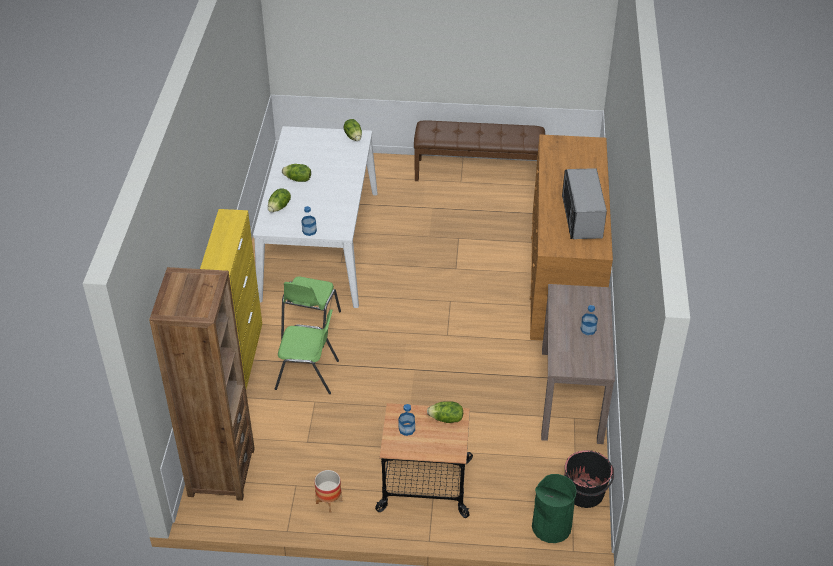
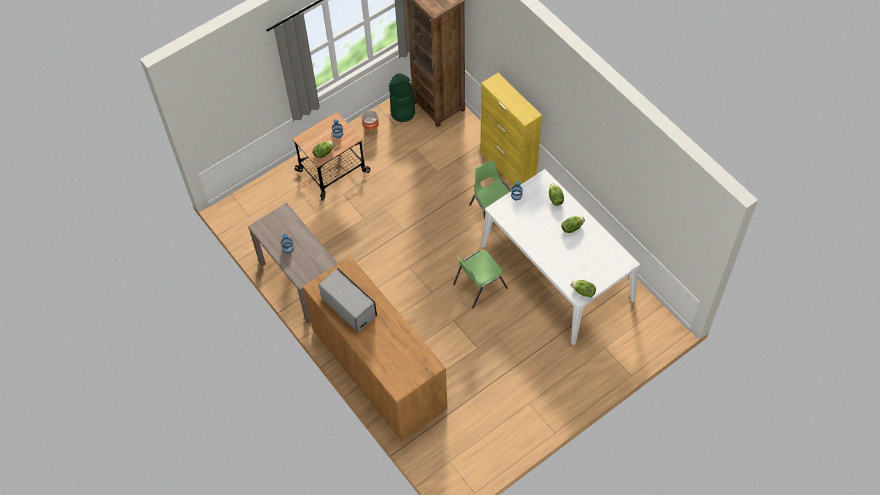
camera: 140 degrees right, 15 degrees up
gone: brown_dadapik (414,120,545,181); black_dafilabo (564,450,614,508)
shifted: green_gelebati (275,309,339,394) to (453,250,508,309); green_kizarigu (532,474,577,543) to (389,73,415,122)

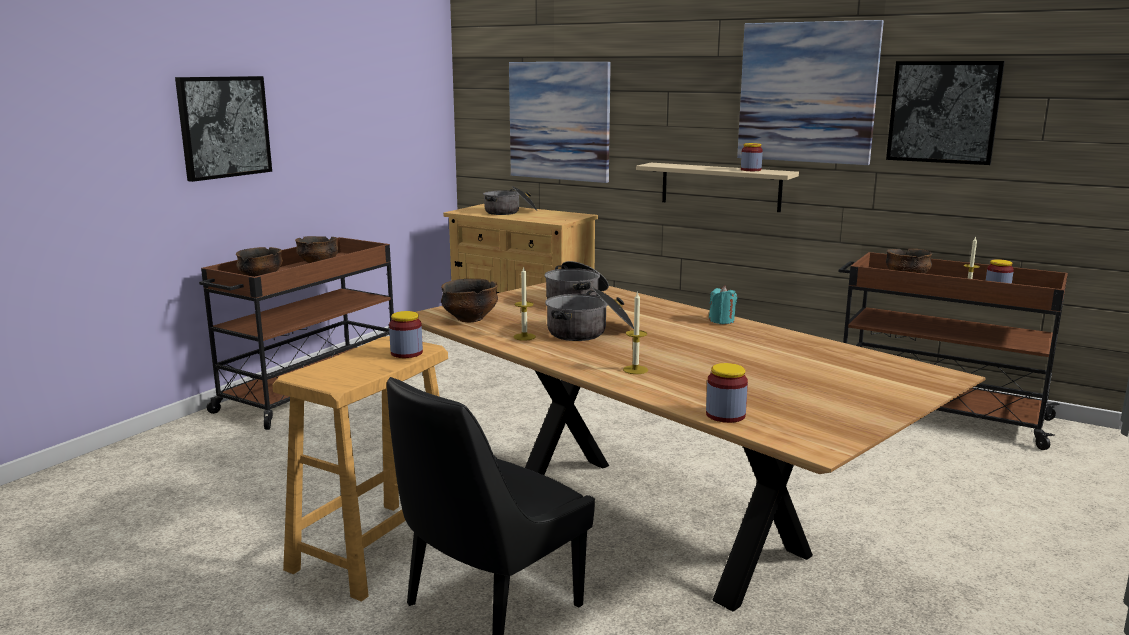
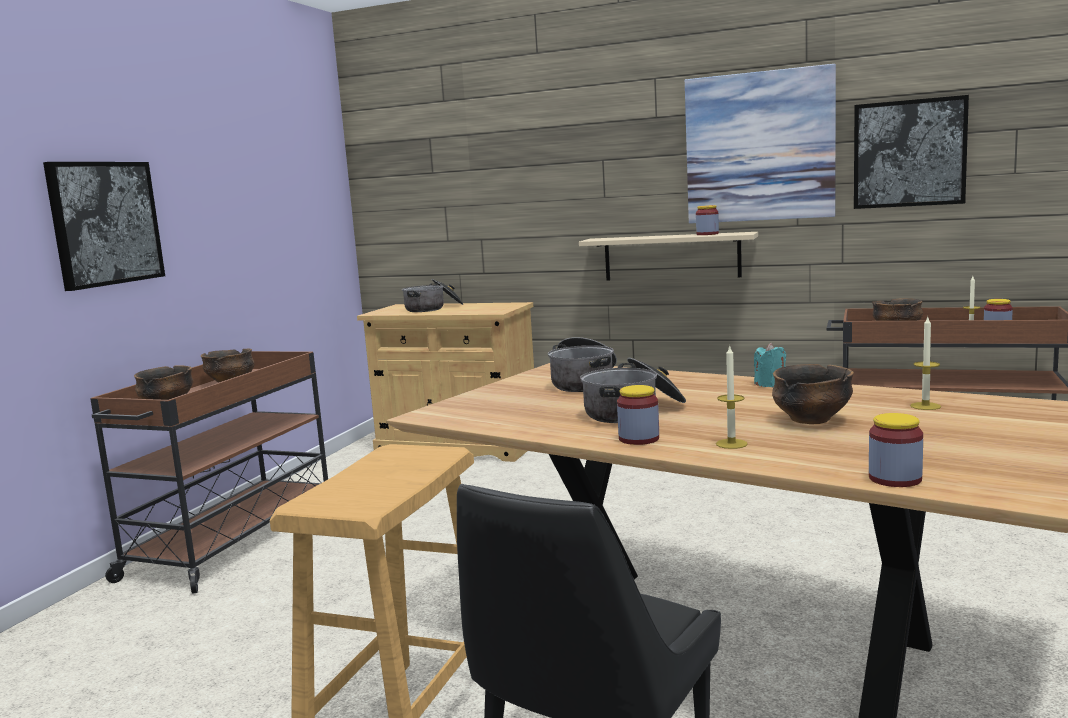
camera: 10 degrees left, 5 degrees down
gone: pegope (509,62,611,183)
shifted: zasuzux (513,266,536,341) to (910,317,941,410); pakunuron (441,279,498,322) to (772,364,854,424); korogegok (389,311,423,358) to (617,385,659,445)

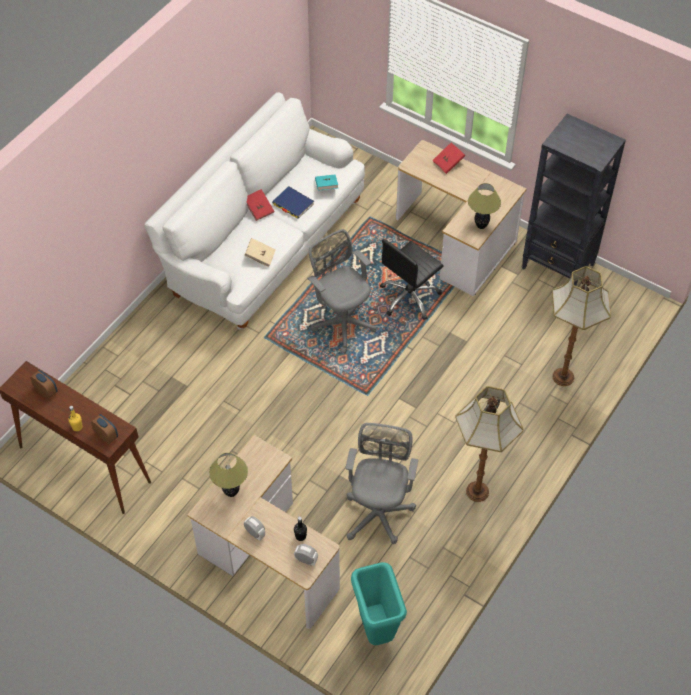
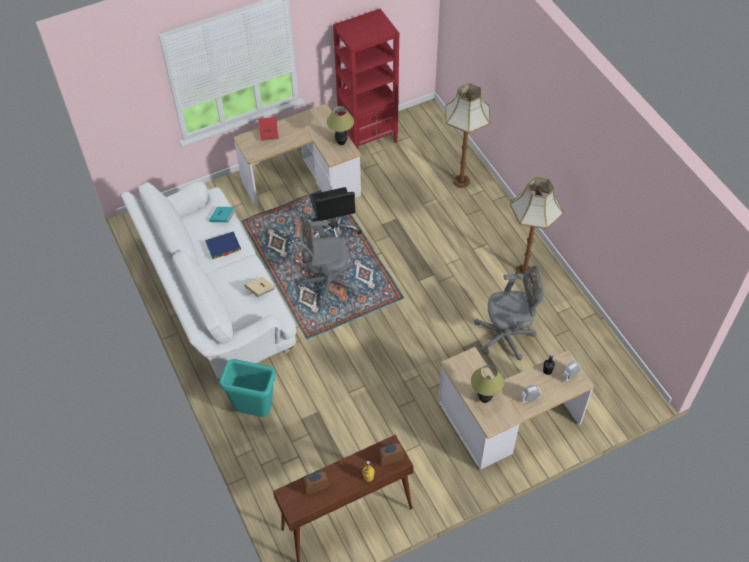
camera: 60 degrees left, 0 degrees up
gone: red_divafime (247,189,275,221)
shifted: turquoise_kizarigu (351,562,407,645) to (219,359,276,417)
repainted: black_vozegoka (522,114,626,286) to red_vozegoka (333,9,400,149)
rotated: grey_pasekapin (345,423,418,544) = (474,265,544,360) 135 degrees clockwise

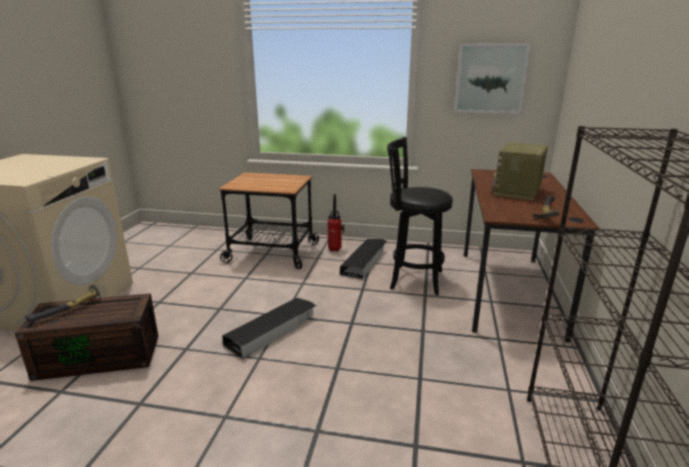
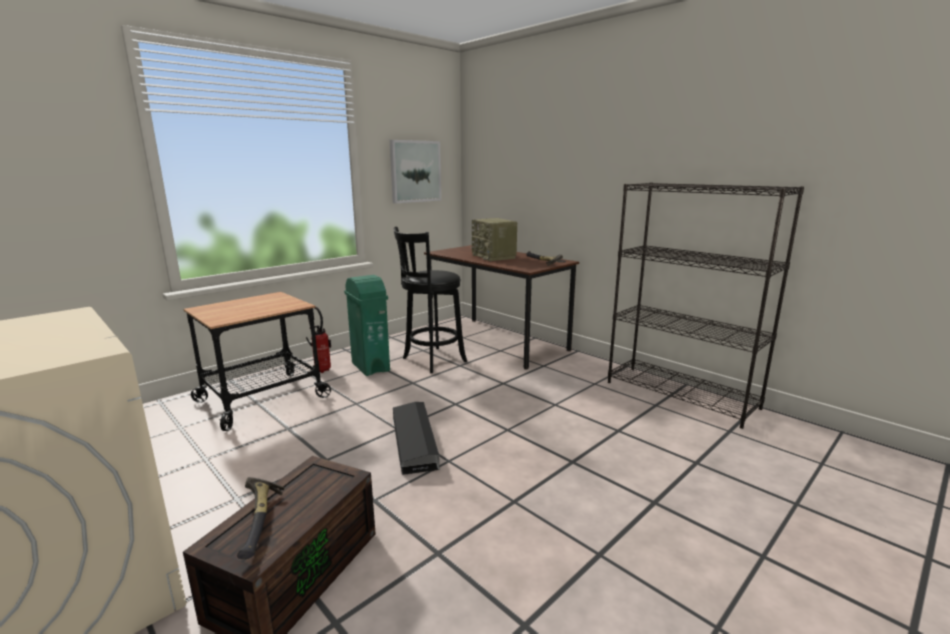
camera: 55 degrees left, 5 degrees down
swapped: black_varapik (340,239,387,279) to green_kizarigu (344,275,390,376)

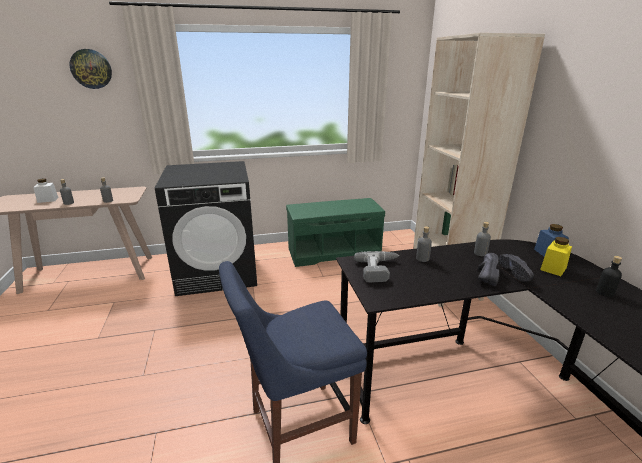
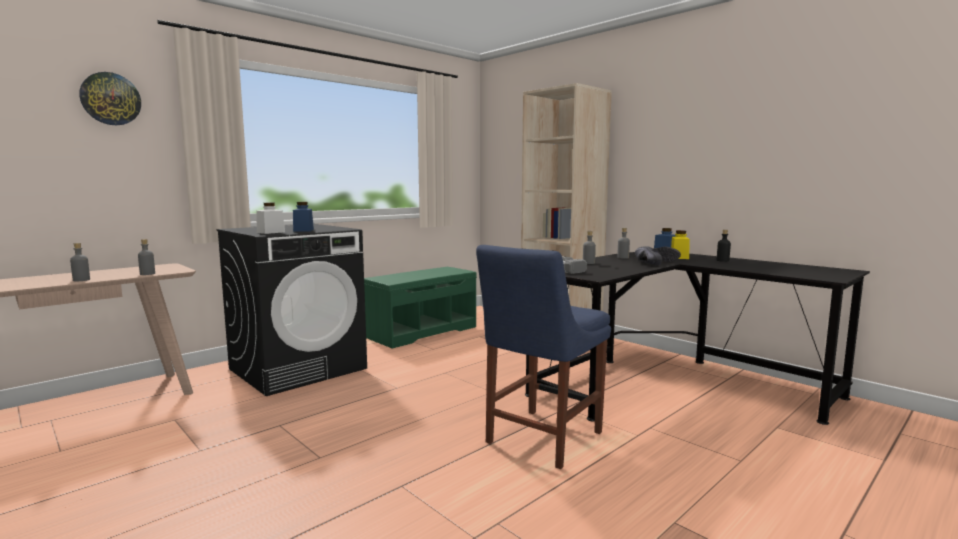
camera: 30 degrees left, 15 degrees down
new: blue_korogegok (293,202,314,232)
shifted: white_korogegok (33,178,58,203) to (256,203,285,234)

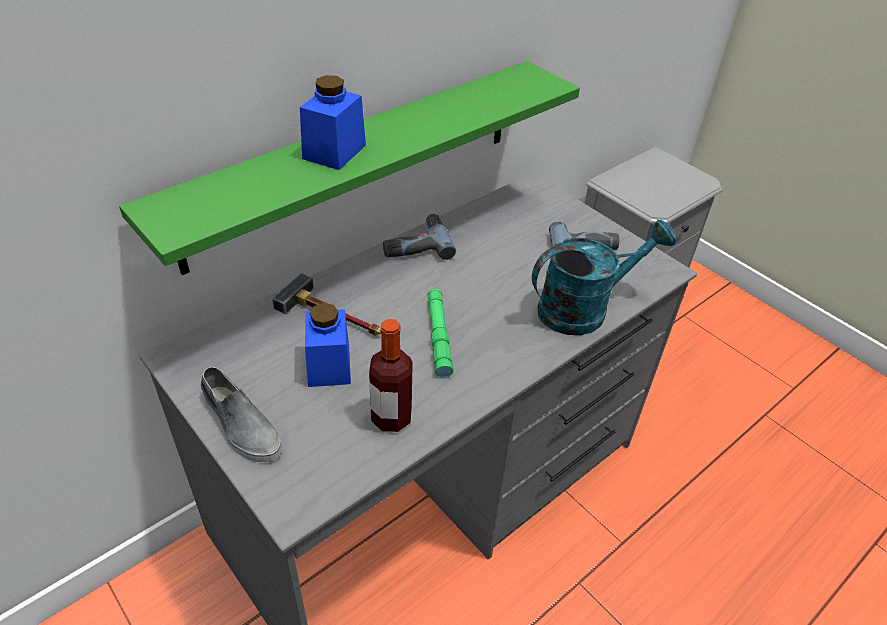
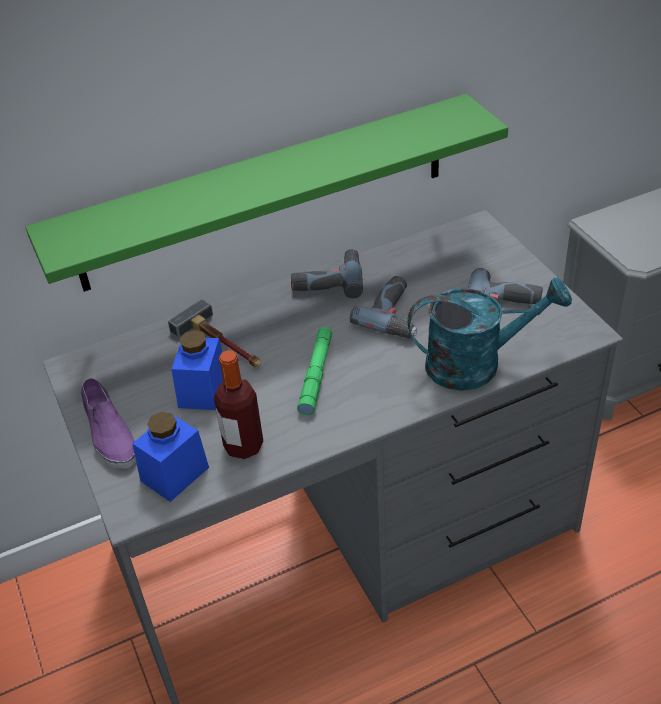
camera: 20 degrees right, 0 degrees up
new: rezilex (350,276,418,338)
shifted: blue_korogegok (300,75,366,170) to (132,412,209,502)
repainted: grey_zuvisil (201,367,282,462) to purple_zuvisil (81,378,136,469)

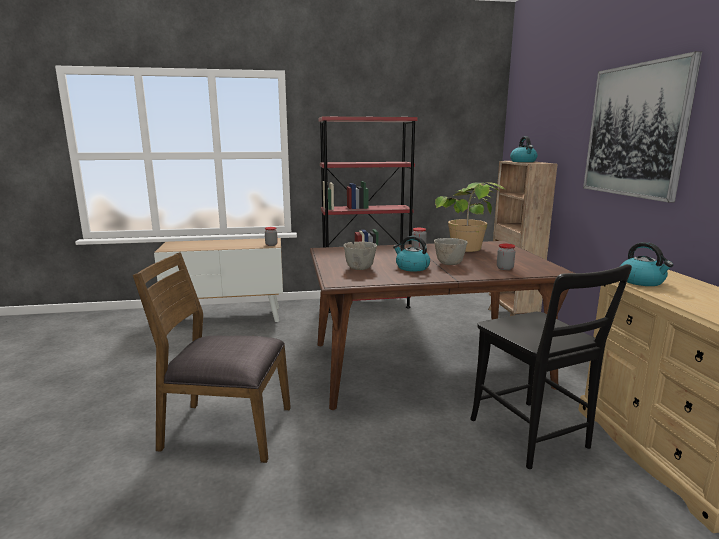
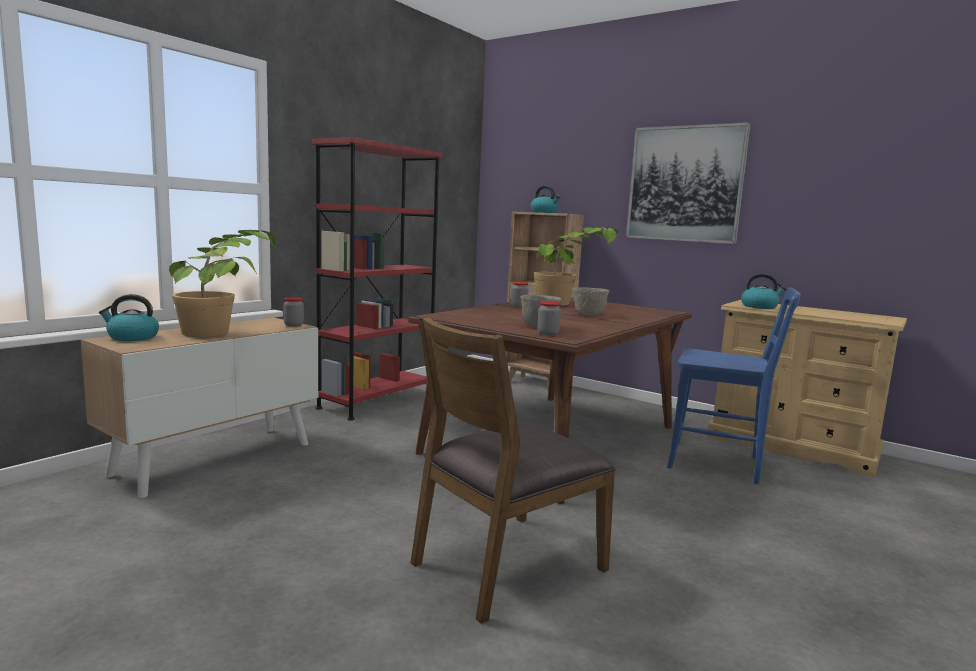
camera: 45 degrees left, 5 degrees down
new: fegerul (169,230,276,337)
shifted: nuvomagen (393,236,430,272) to (99,294,159,341); korogegok (497,244,515,270) to (538,301,561,336)
repainted: black_gelebati (470,264,632,469) to blue_gelebati (667,287,801,484)

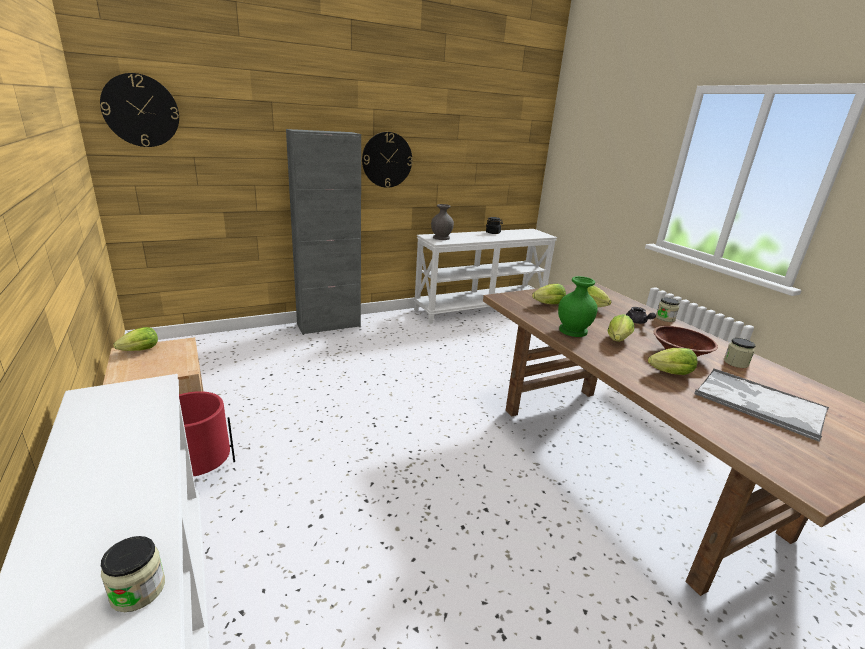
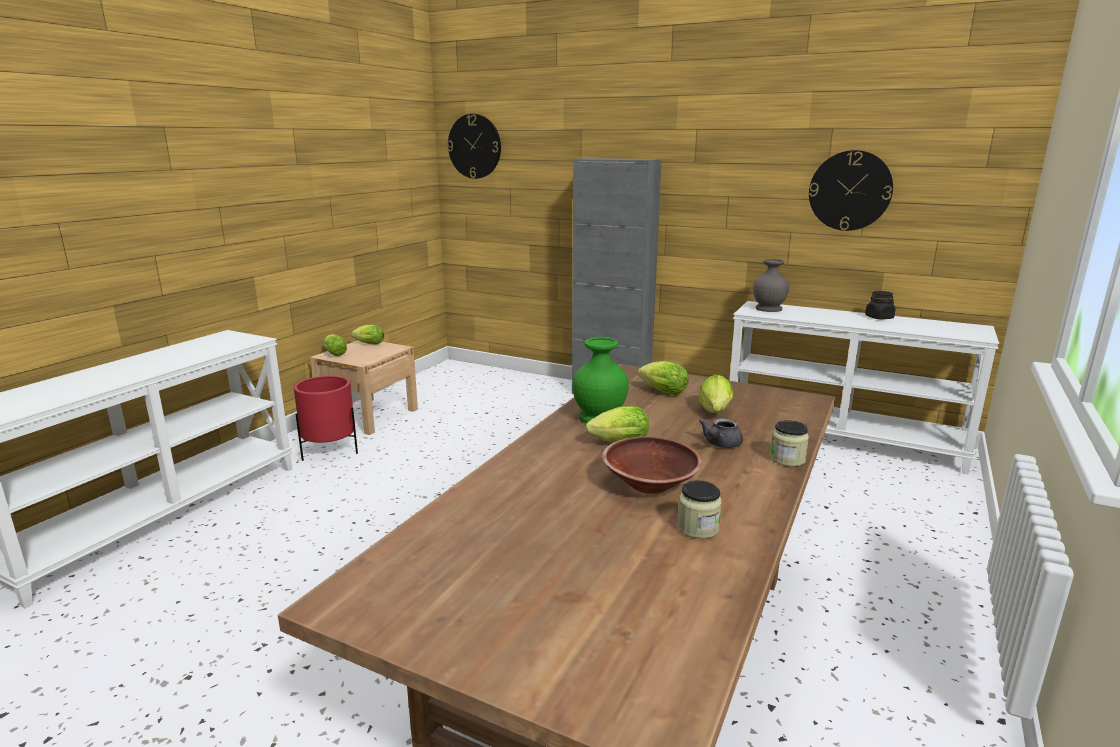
camera: 55 degrees right, 5 degrees down
gone: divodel (694,368,829,442); korogegok (101,536,165,612)
shifted: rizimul (362,132,412,188) to (809,150,893,231); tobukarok (648,348,698,375) to (324,334,347,356)

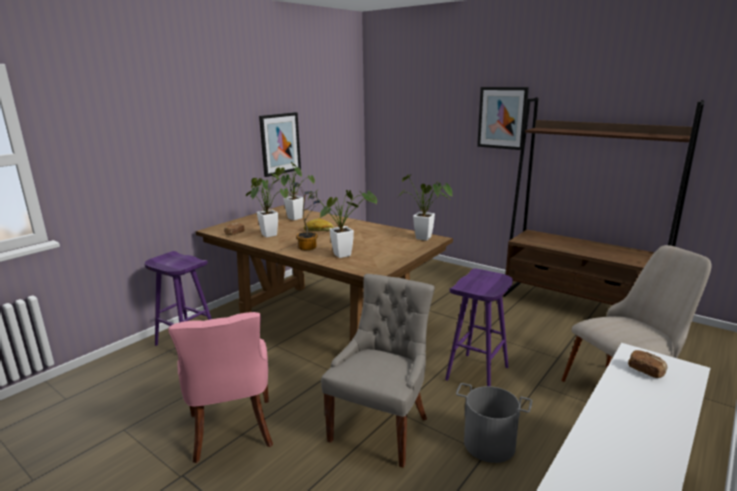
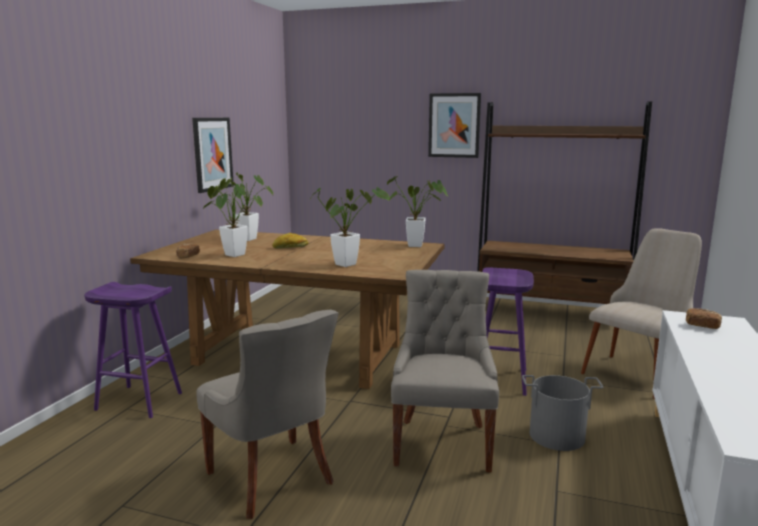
camera: 20 degrees left, 5 degrees down
gone: fegerul (291,182,323,250)
repainted: pink_gelebati (168,312,273,463) to grey_gelebati (196,310,338,519)

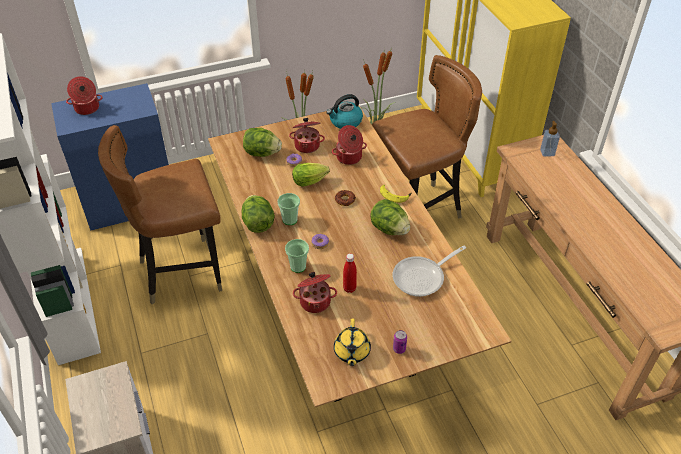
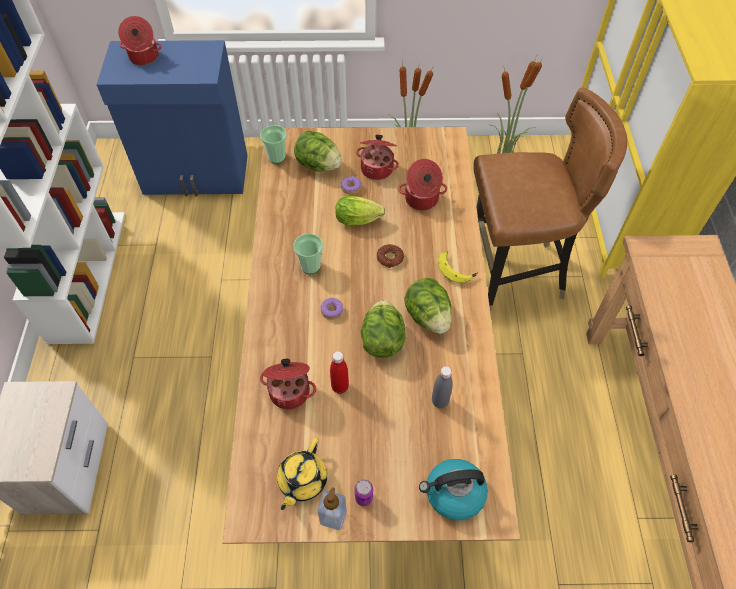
camera: 20 degrees right, 10 degrees up
gone: brown_gelebati (98,125,222,304)
shifted: nuvomagen (326,94,363,129) to (419,459,488,520); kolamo (540,121,560,157) to (317,487,347,530); tobukarok (242,195,275,233) to (361,300,406,358); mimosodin (285,239,309,273) to (260,125,287,164)
swapped: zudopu (392,245,466,297) to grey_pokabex (432,366,453,408)

